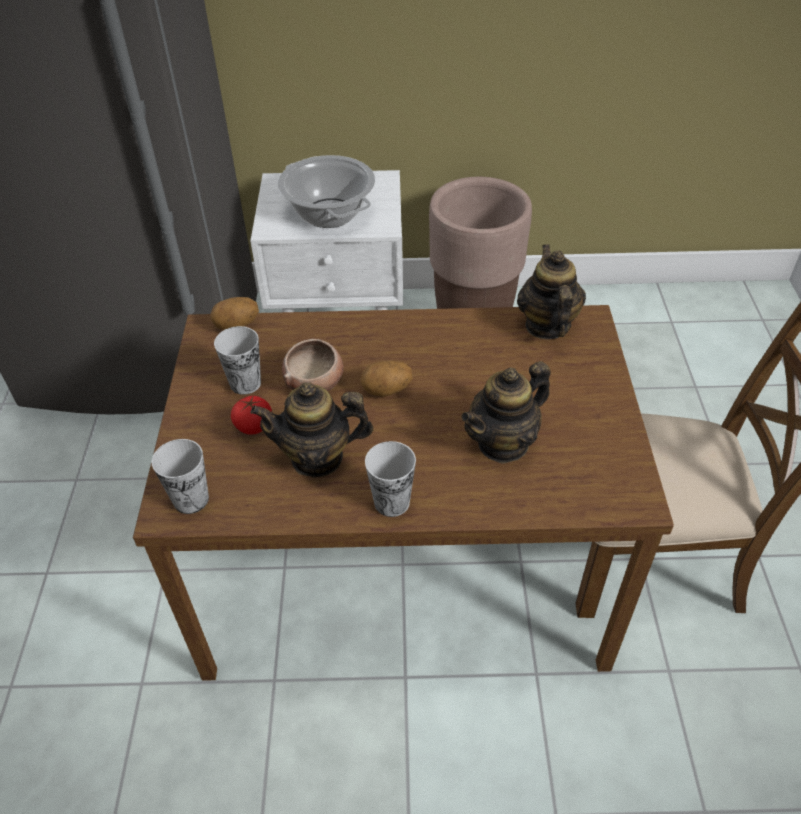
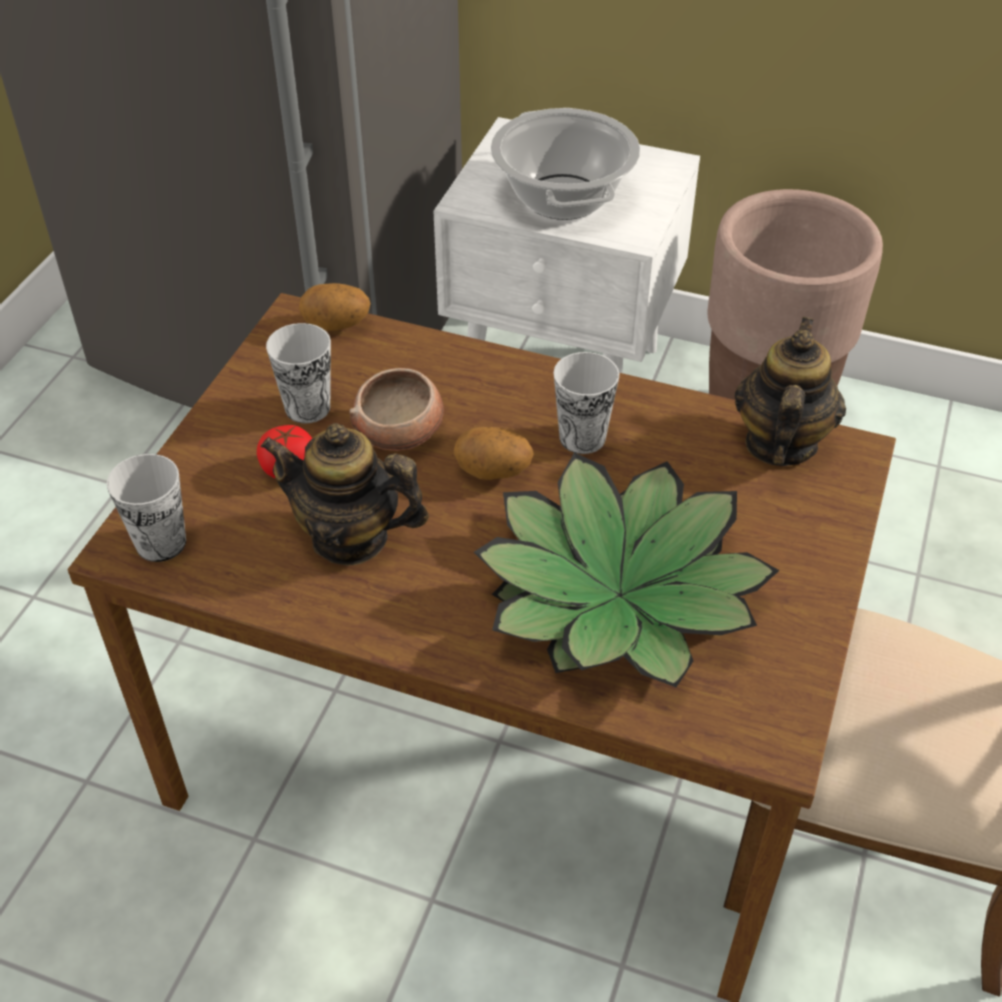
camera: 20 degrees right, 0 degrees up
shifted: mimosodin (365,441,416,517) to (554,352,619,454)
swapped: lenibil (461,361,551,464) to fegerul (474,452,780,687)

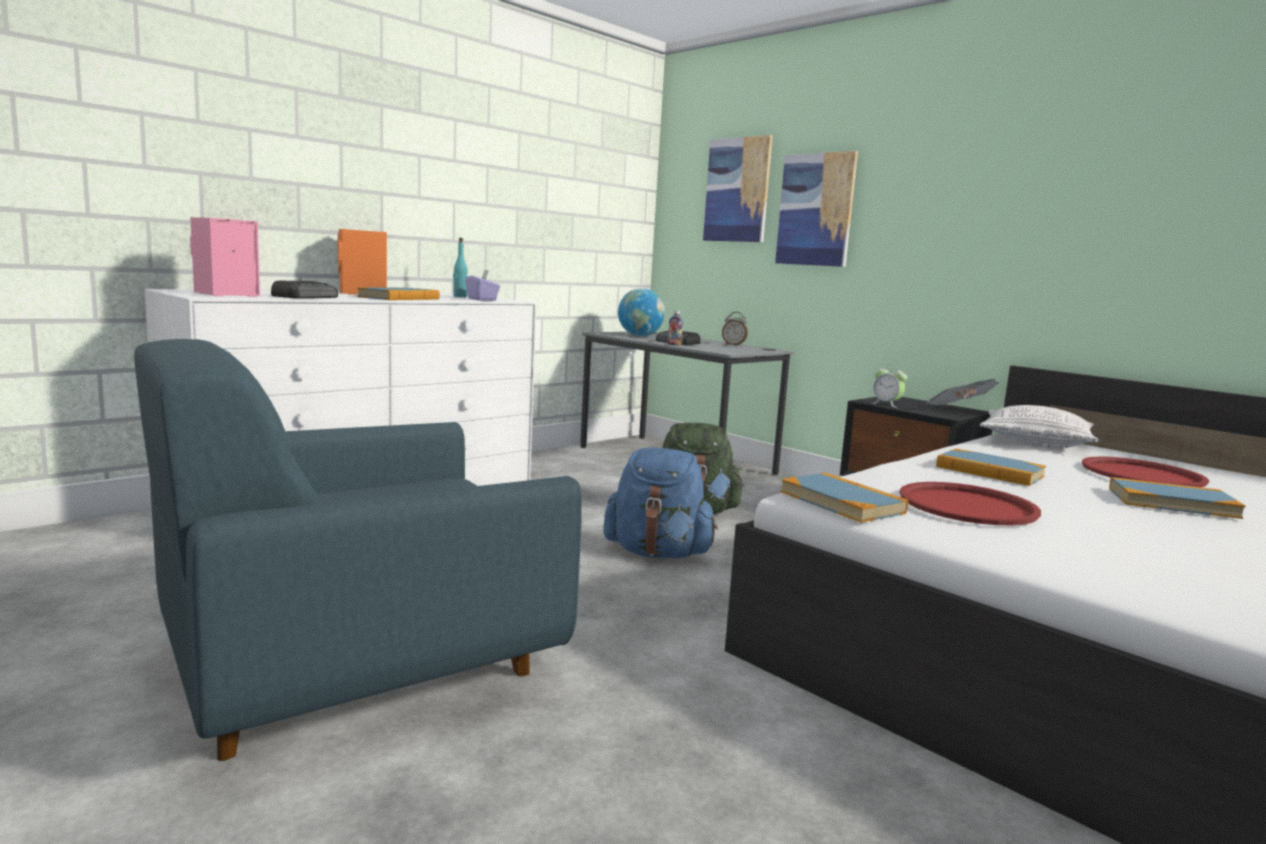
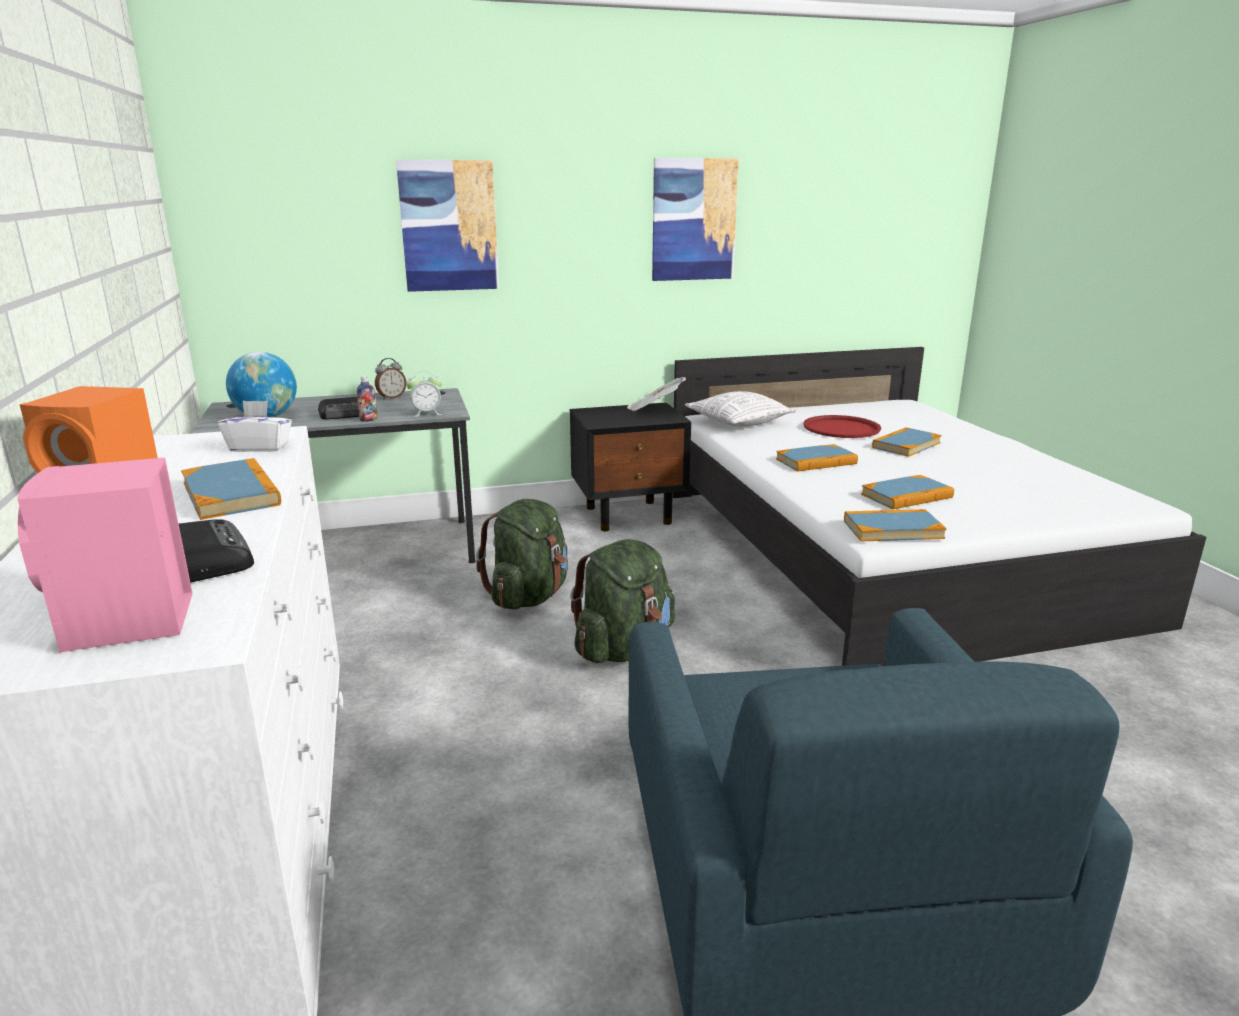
camera: 60 degrees left, 10 degrees up
gone: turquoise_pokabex (453,238,467,297)
shifted: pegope (703,135,773,242) to (652,158,739,281); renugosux (872,364,907,408) to (406,371,442,417)
swapped: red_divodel (899,482,1041,525) to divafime (861,475,954,509)
repainted: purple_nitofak (465,270,500,301) to white_nitofak (218,401,292,452); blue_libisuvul (603,447,718,558) to green_libisuvul (570,539,675,663)

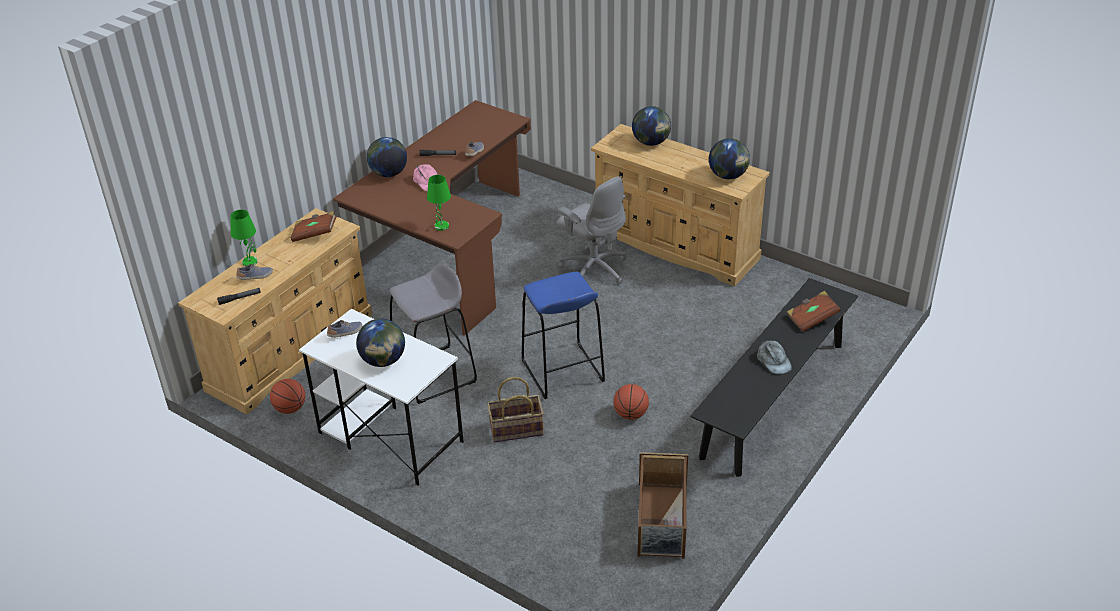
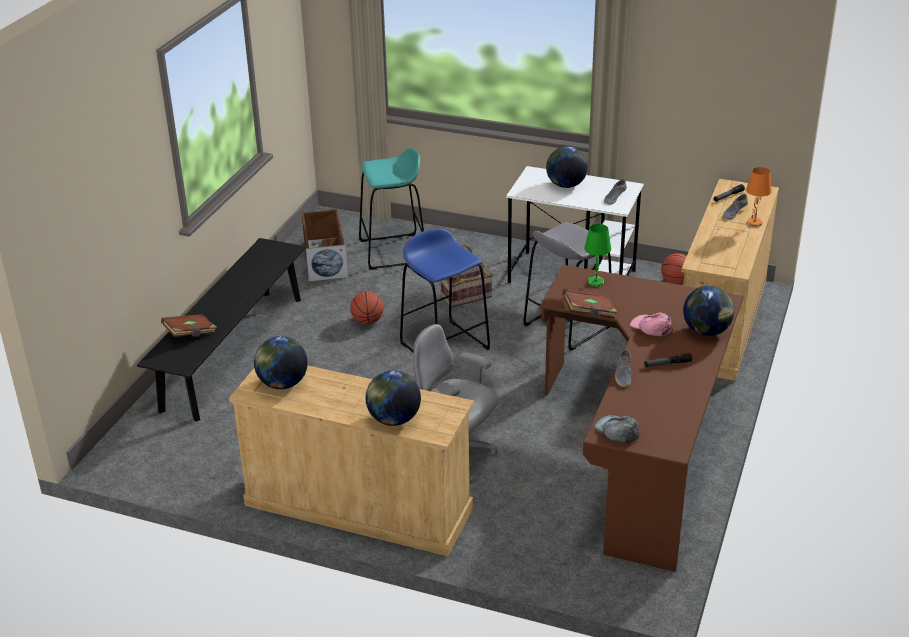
camera: 165 degrees right, 5 degrees down
new: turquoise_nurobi (359,148,424,270)
shifted: brown_divafime (291,211,336,242) to (562,289,617,318); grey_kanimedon (757,341,792,374) to (594,415,640,443)
repainted: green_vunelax (231,210,258,266) to orange_vunelax (746,167,772,227)

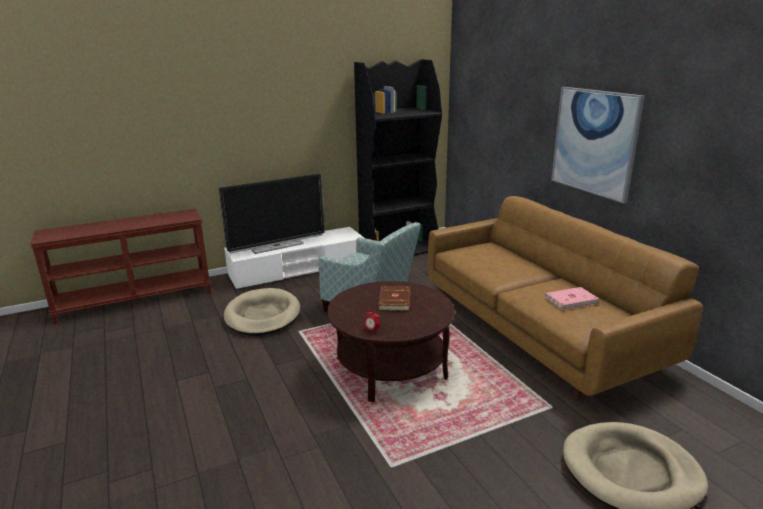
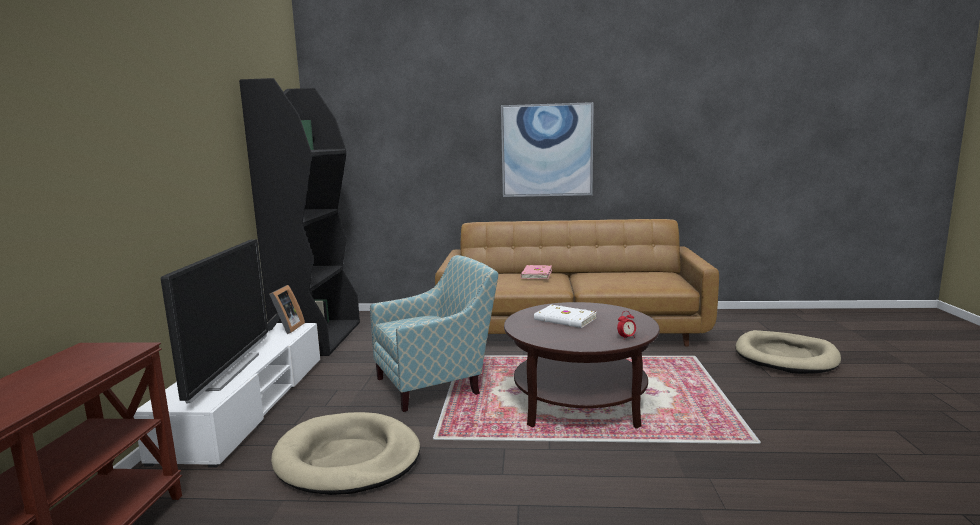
camera: 60 degrees left, 10 degrees down
new: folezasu (267,285,305,334)
shifted: pink_divafime (544,287,599,310) to (520,265,552,279)
repainted: brown_divafime (378,286,410,311) to white_divafime (534,305,597,328)

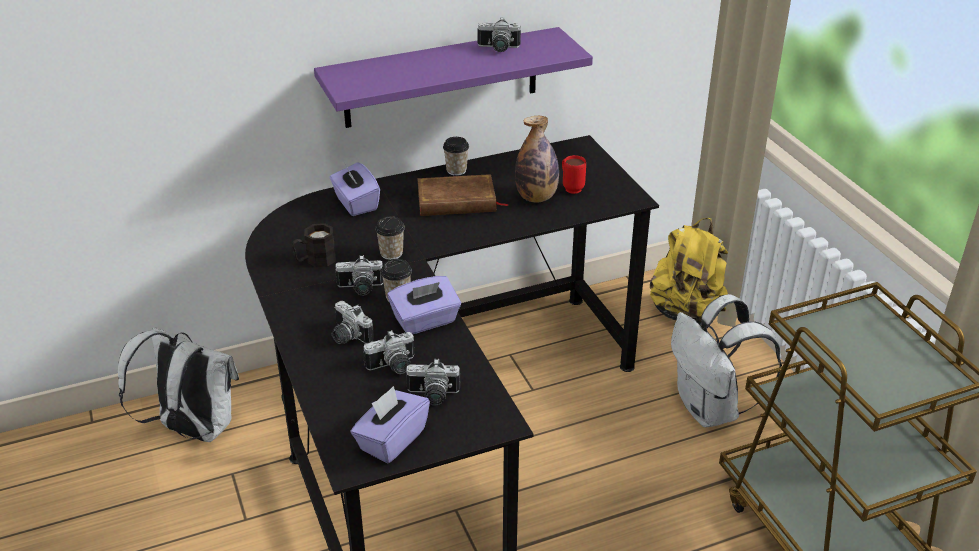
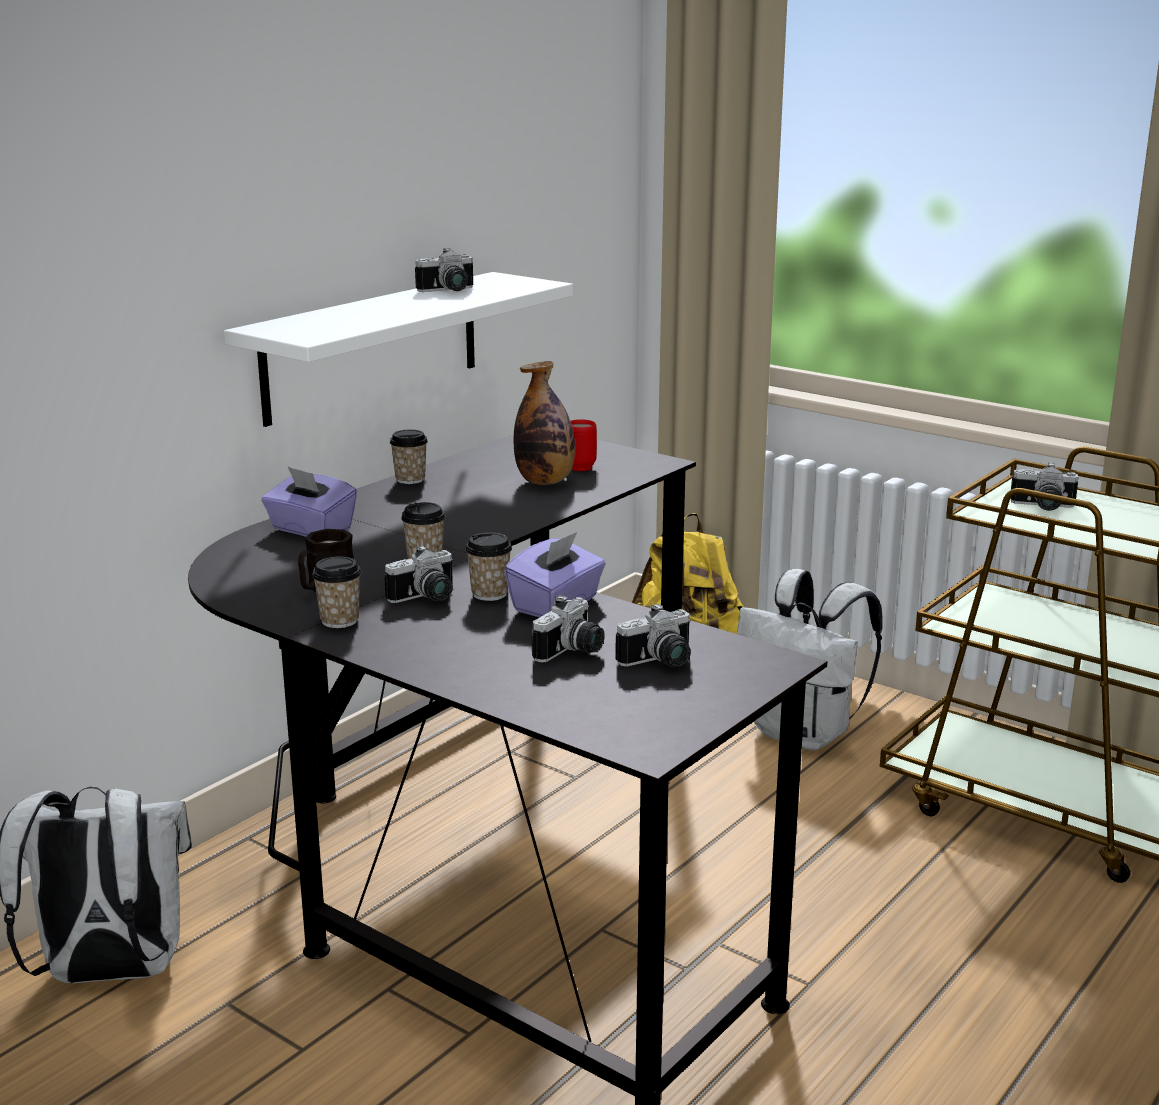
camera: 30 degrees left, 15 degrees down
gone: brown_divafime (417,174,508,216); purple_nitofak (351,386,430,463)
new: mimosodin (312,556,361,628)
shifted: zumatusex (331,301,374,344) to (1011,462,1078,511)
repainted: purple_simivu (314,27,593,128) to white_simivu (224,272,573,427)

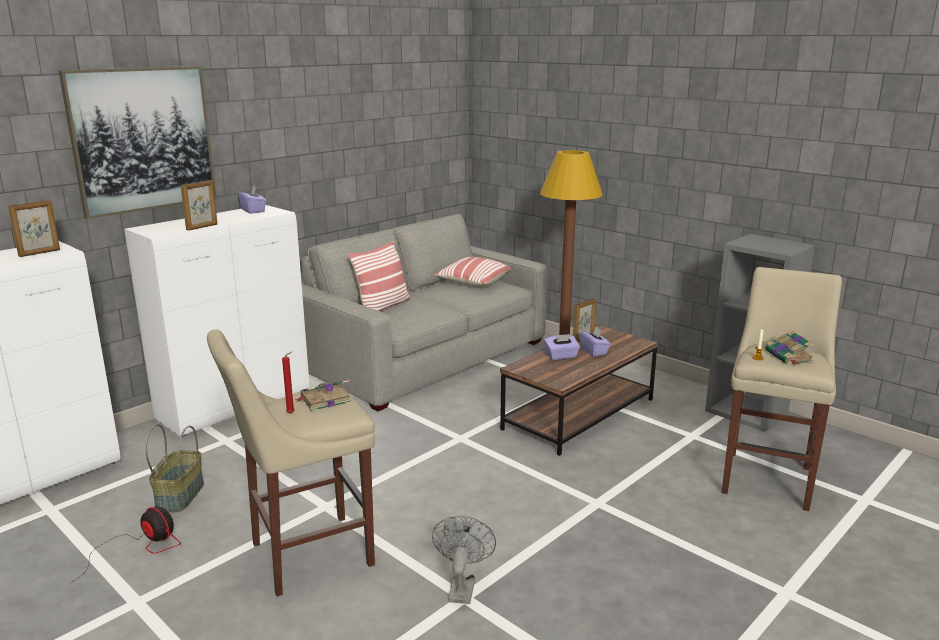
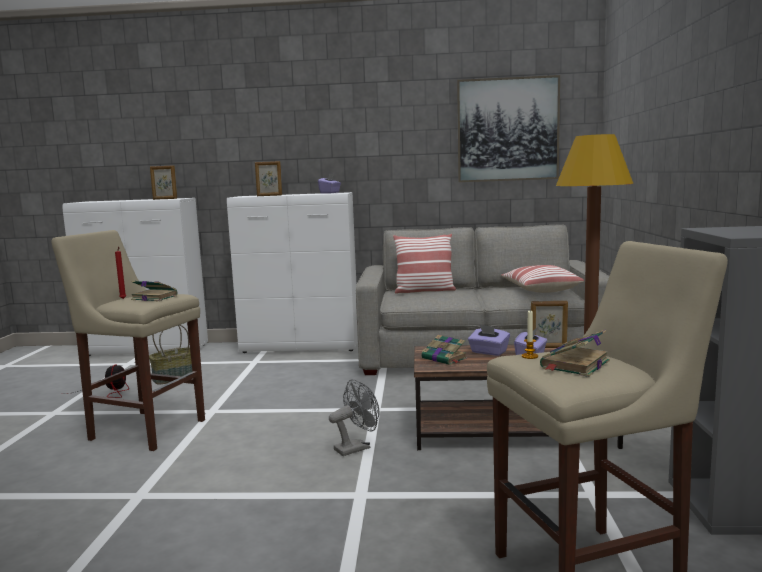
camera: 50 degrees right, 10 degrees down
new: divafime (421,335,467,365)
shifted: pegope (59,66,217,219) to (457,75,560,182); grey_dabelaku (432,516,496,604) to (329,379,380,456)

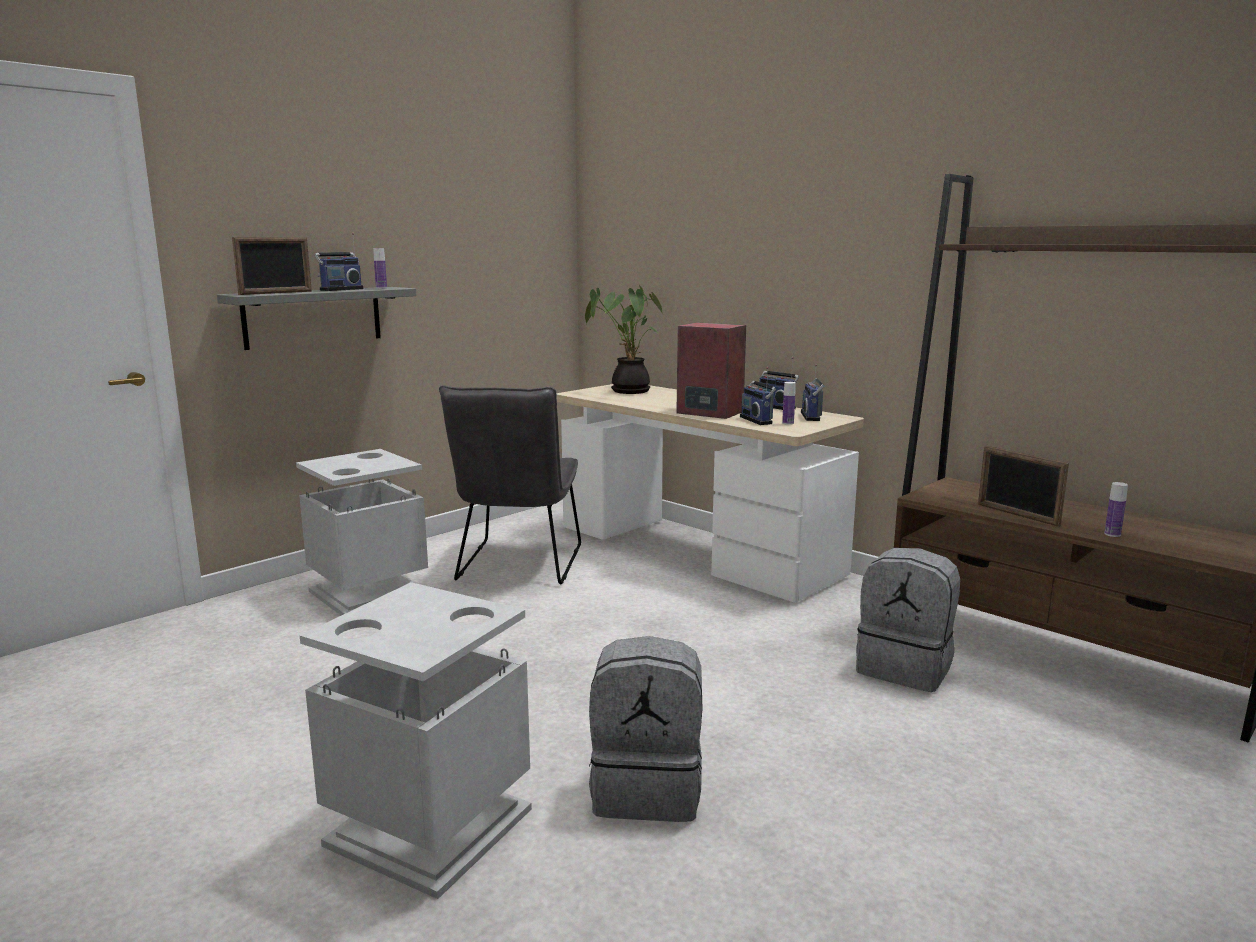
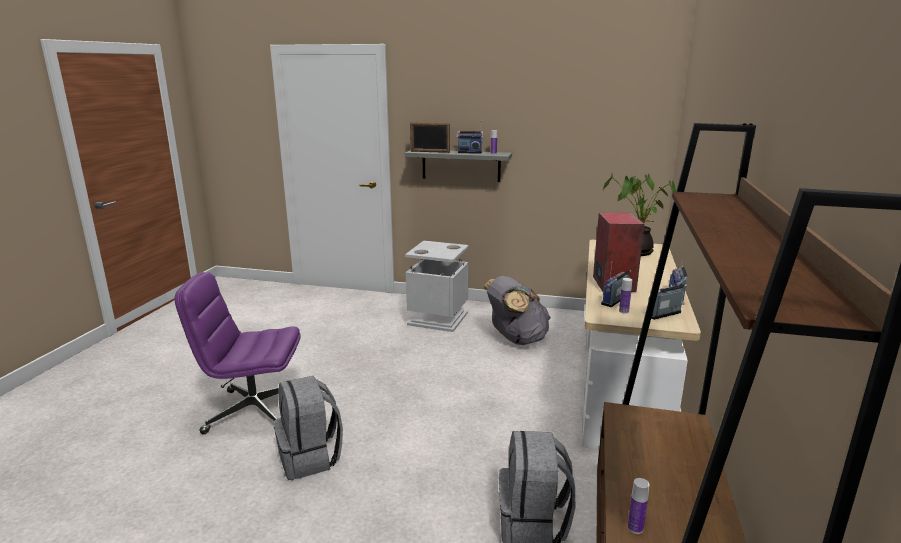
camera: 60 degrees right, 5 degrees up
gone: folezasu (978,446,1069,527)
swapped: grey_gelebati (439,385,581,584) to grey_libisuvul (483,276,551,345); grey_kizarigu (300,582,532,899) to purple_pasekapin (175,272,301,434)

